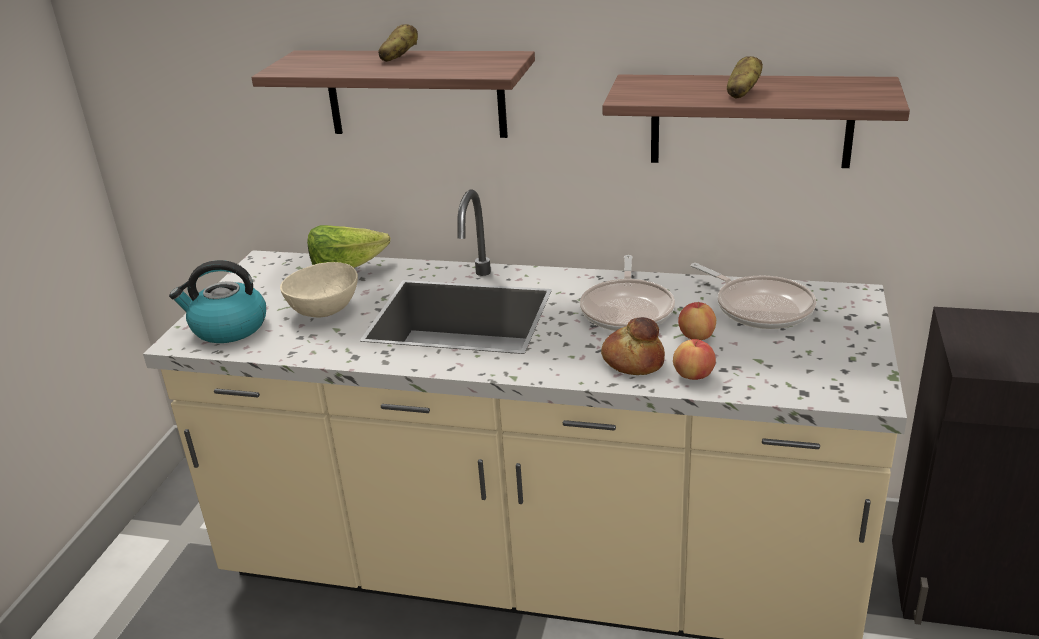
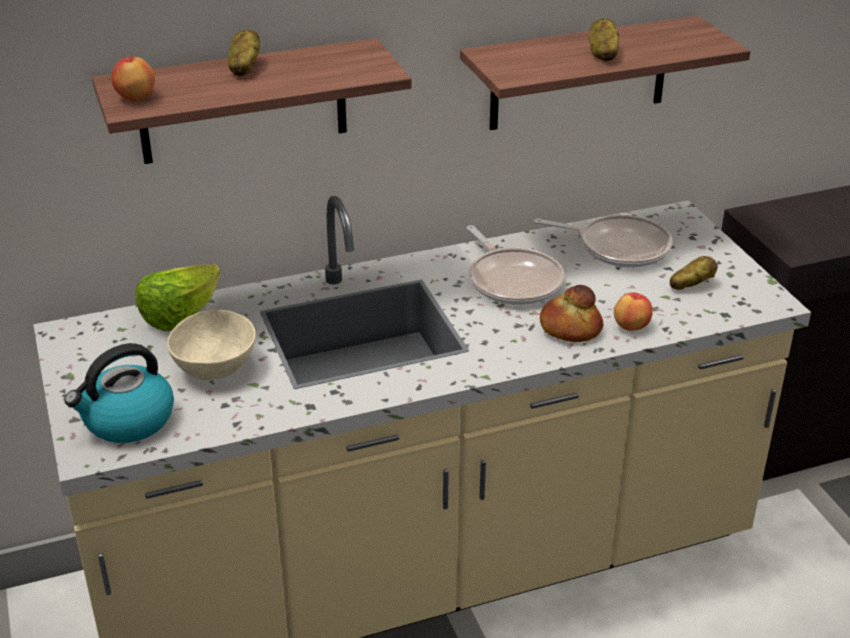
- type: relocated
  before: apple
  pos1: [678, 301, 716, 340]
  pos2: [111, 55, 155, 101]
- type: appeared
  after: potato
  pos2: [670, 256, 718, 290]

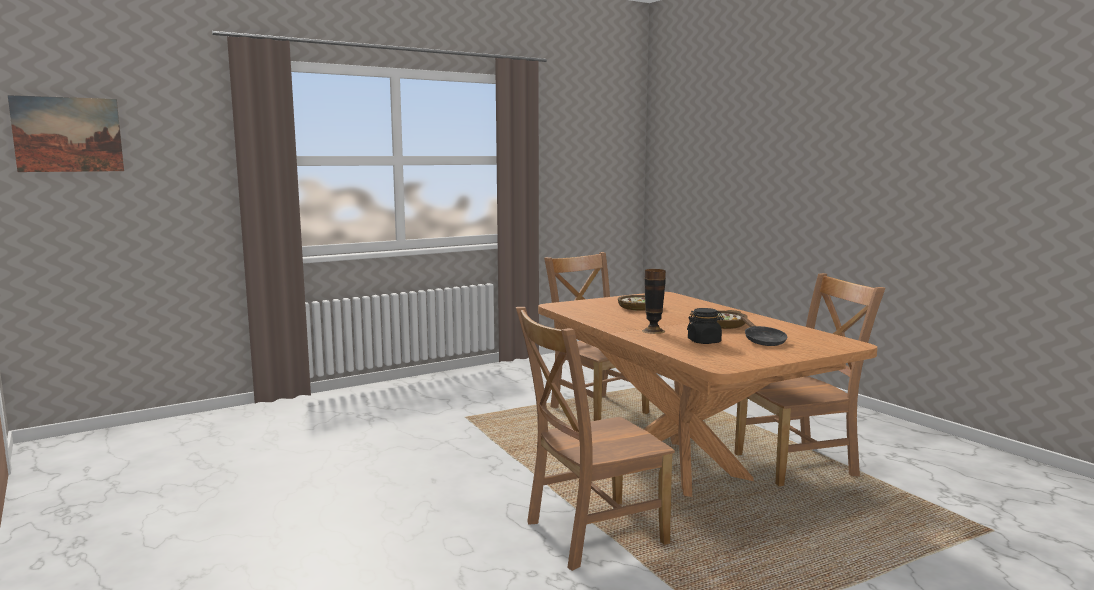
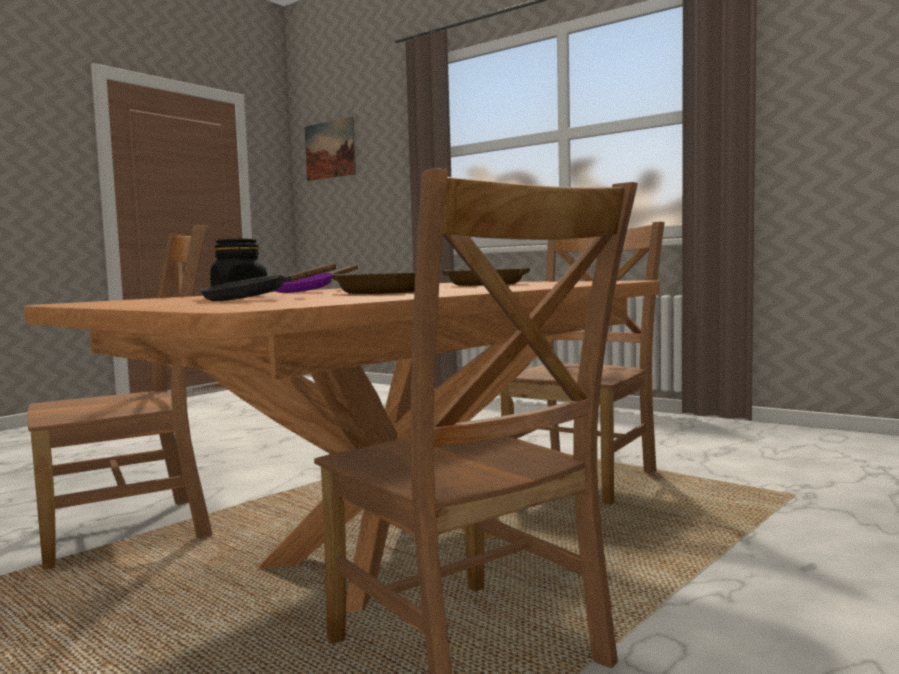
- type: spun
  before: brown chair
  pos1: [516, 307, 675, 571]
  pos2: [27, 225, 212, 570]
  turn: 105
- type: exchanged
  before: vase
  after: purple frying pan
  pos1: [642, 269, 666, 334]
  pos2: [275, 265, 358, 293]

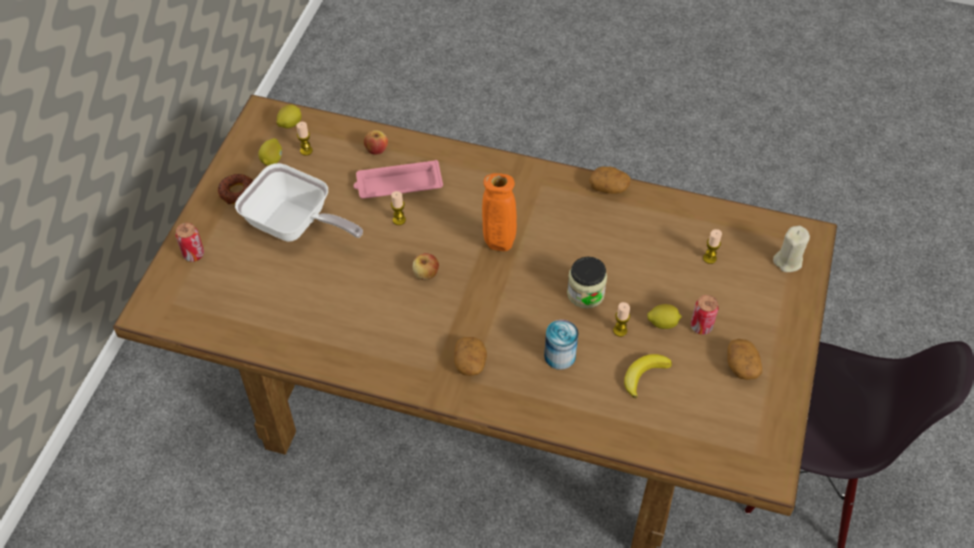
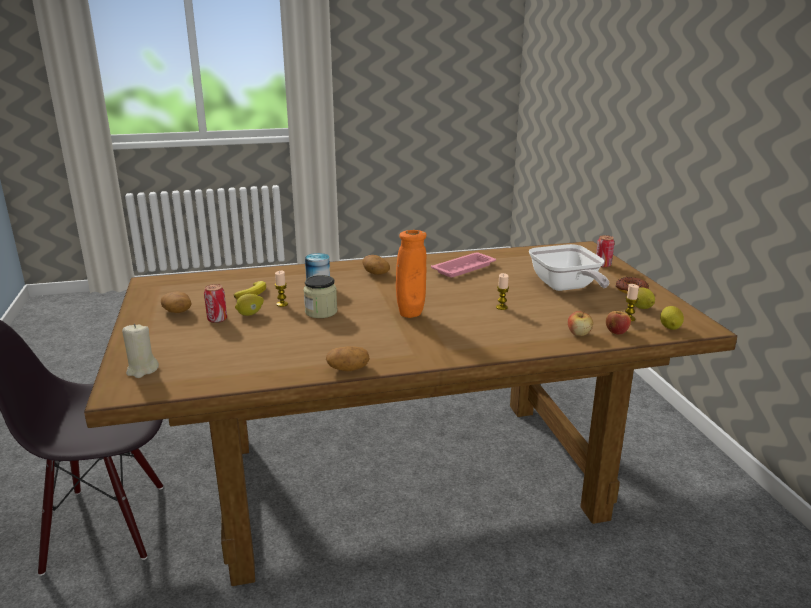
- type: relocated
  before: pink tray
  pos1: [354, 160, 443, 199]
  pos2: [431, 253, 496, 278]
- type: spun
  before: frying pan
  pos1: [235, 163, 363, 242]
  pos2: [529, 244, 609, 291]
  turn: -105
- type: relocated
  before: apple
  pos1: [412, 253, 439, 280]
  pos2: [606, 310, 631, 335]
- type: missing
  before: candle
  pos1: [703, 229, 722, 264]

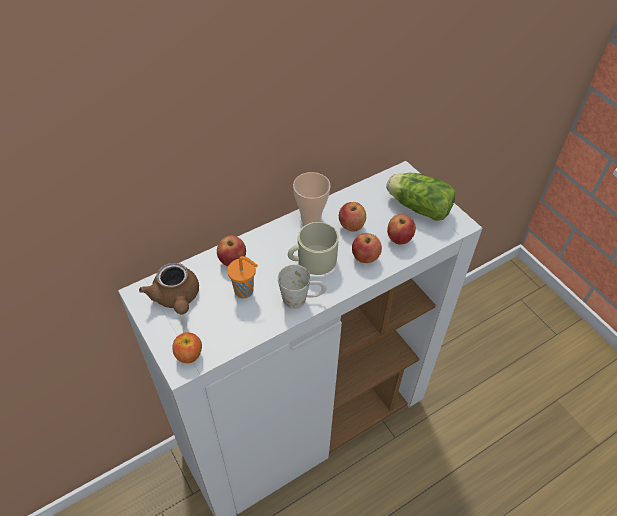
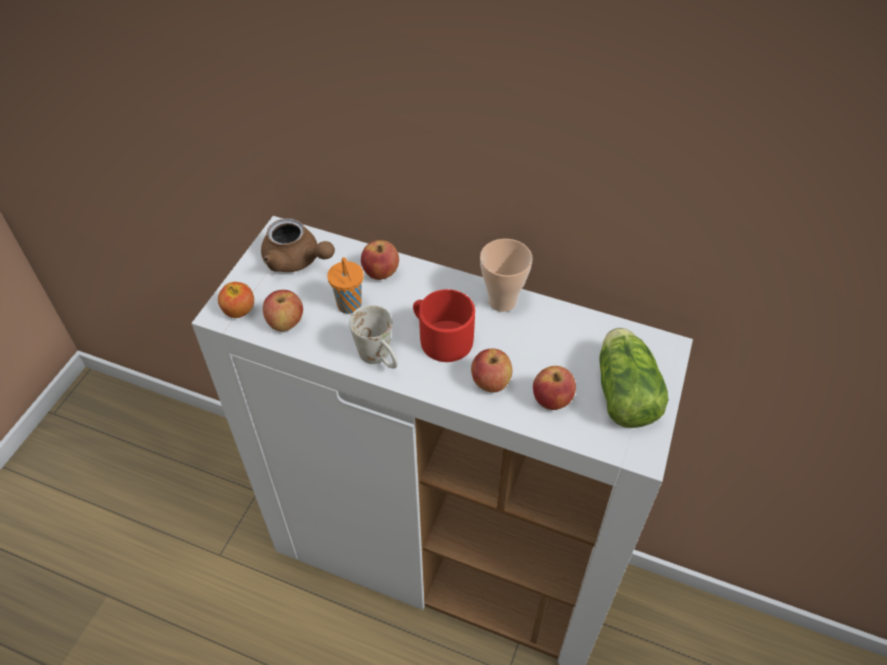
- type: spun
  before: brown teapot
  pos1: [139, 263, 199, 315]
  pos2: [261, 218, 335, 272]
  turn: -90
- type: relocated
  before: apple
  pos1: [339, 202, 366, 232]
  pos2: [263, 290, 303, 331]
- type: colour
  before: beige mug
  after: red mug
  pos1: [288, 222, 339, 275]
  pos2: [413, 289, 475, 362]

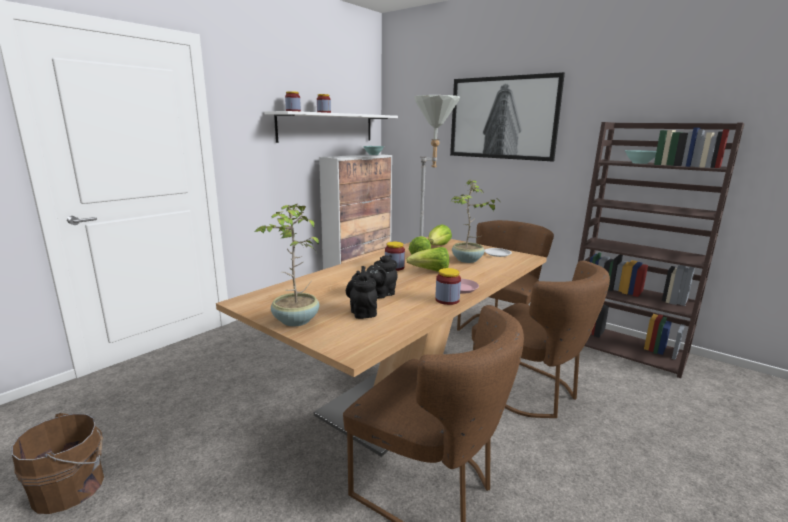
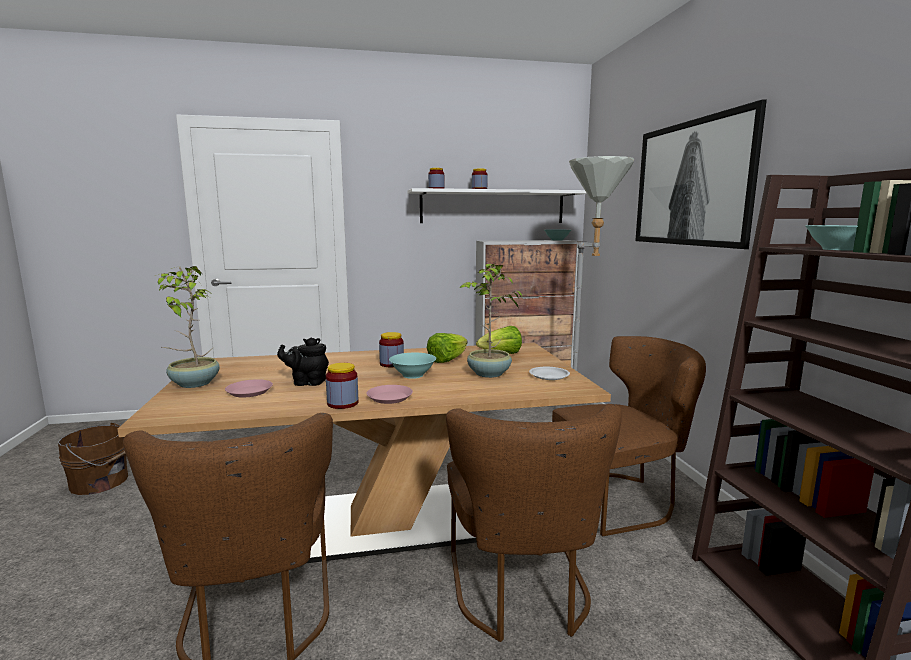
- type: exchanged
  before: black teapot
  after: pink plate
  pos1: [346, 271, 377, 319]
  pos2: [225, 379, 273, 398]
- type: exchanged
  before: lettuce
  after: turquoise bowl
  pos1: [406, 247, 449, 272]
  pos2: [389, 353, 436, 379]

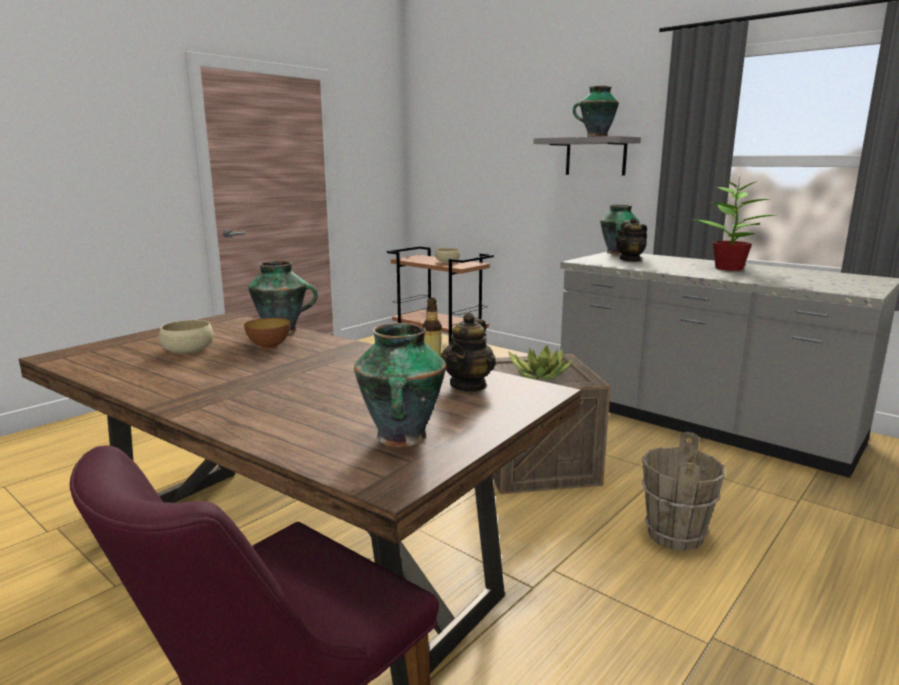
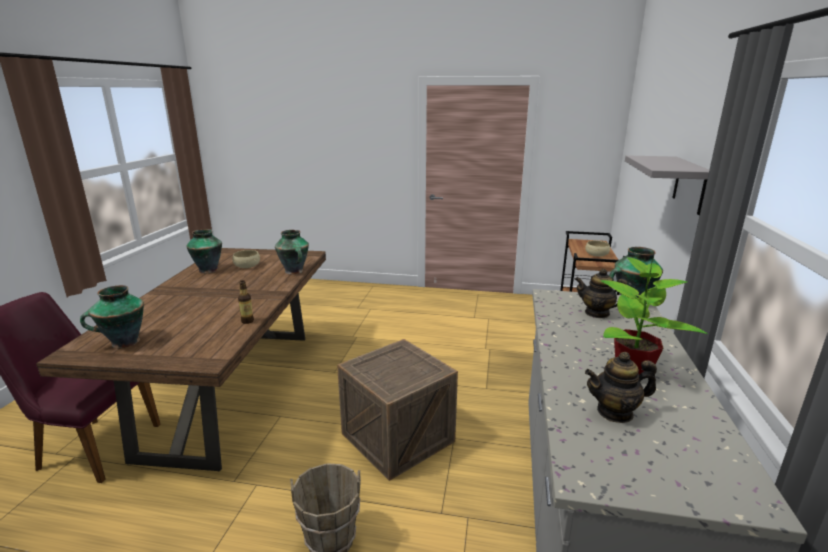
- type: relocated
  before: vase
  pos1: [573, 86, 619, 137]
  pos2: [186, 229, 222, 274]
- type: relocated
  before: teapot
  pos1: [441, 312, 496, 392]
  pos2: [585, 352, 657, 423]
- type: missing
  before: bowl
  pos1: [244, 318, 290, 350]
- type: missing
  before: potted plant
  pos1: [508, 345, 574, 380]

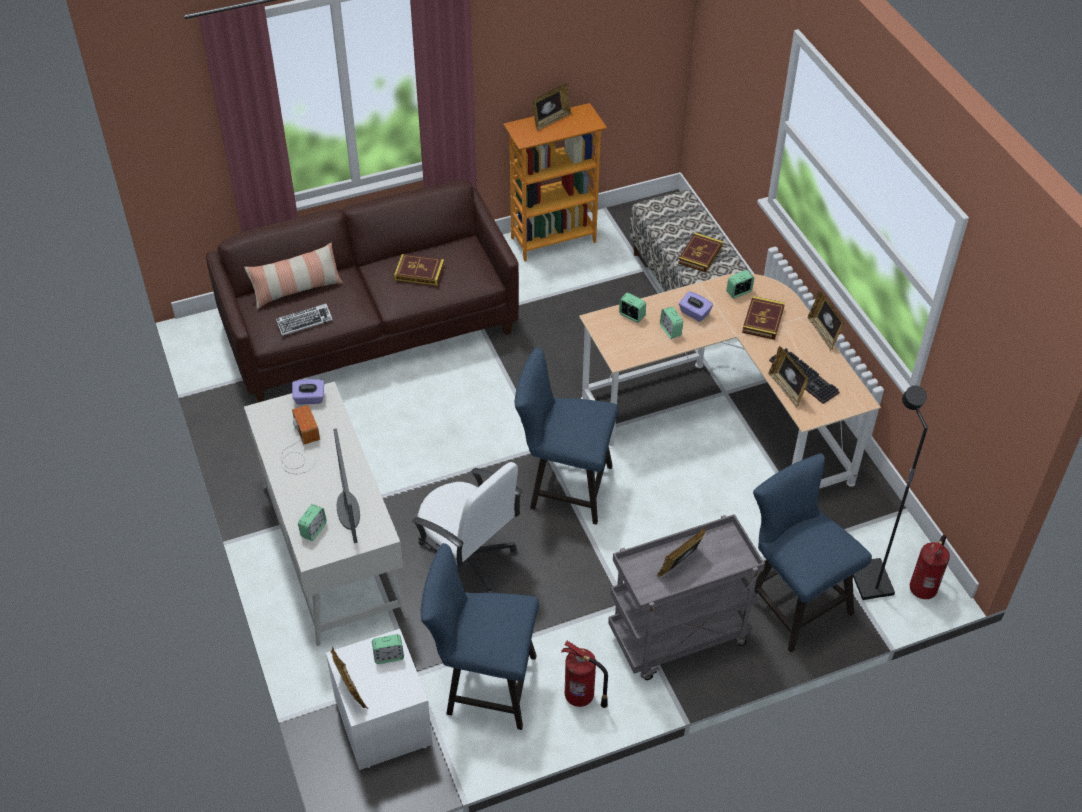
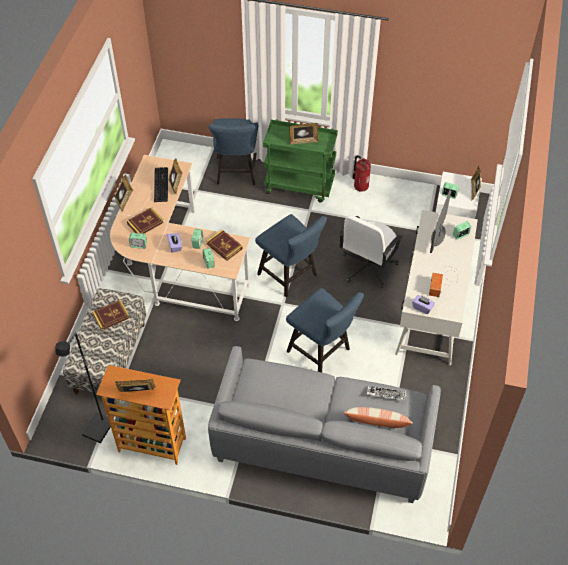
- type: relocated
  before: black floor lamp
  pos1: [853, 386, 928, 600]
  pos2: [55, 332, 114, 443]
- type: relocated
  before: book
  pos1: [394, 254, 445, 286]
  pos2: [206, 230, 243, 261]
- type: colour
  before: brown sofa
  after: grey sofa
  pos1: [206, 180, 519, 402]
  pos2: [208, 346, 441, 503]
- type: colour
  before: grey cart
  after: green cart
  pos1: [608, 514, 765, 680]
  pos2: [263, 119, 338, 203]
- type: relocated
  before: blue chair
  pos1: [421, 543, 539, 730]
  pos2: [286, 288, 364, 372]
- type: spun
  before: white office chair
  pos1: [412, 462, 523, 593]
  pos2: [339, 215, 403, 288]
  turn: -135
- type: missing
  before: fire extinguisher
  pos1: [910, 535, 950, 599]

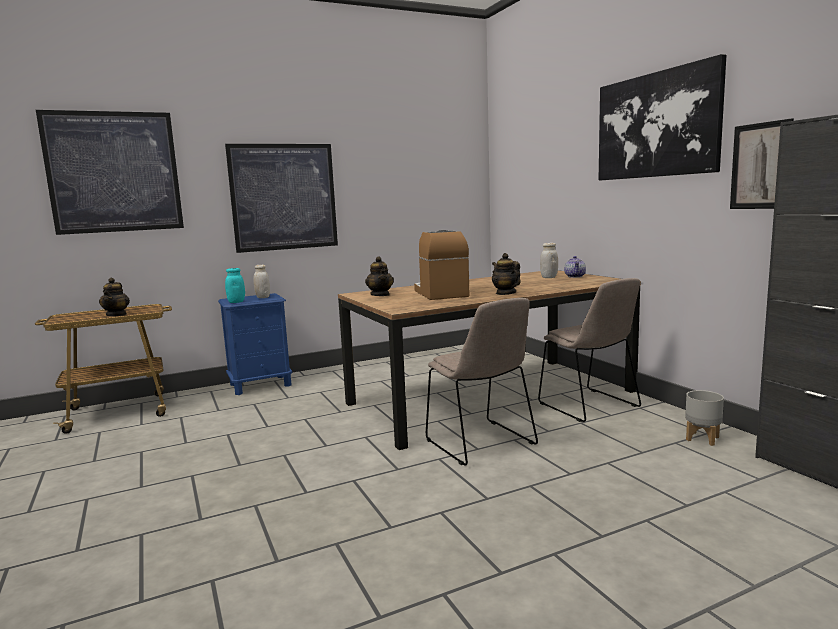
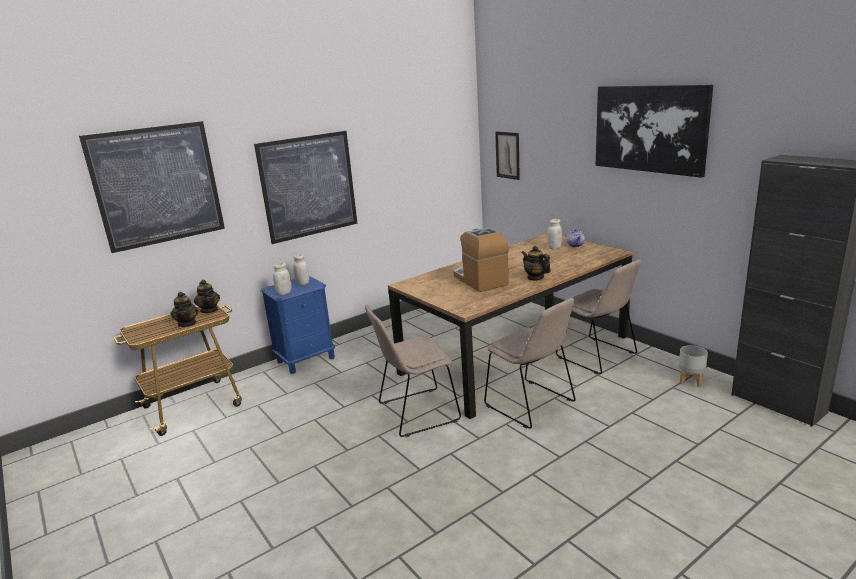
- type: relocated
  before: teapot
  pos1: [365, 256, 394, 296]
  pos2: [194, 280, 220, 313]
- type: colour
  before: turquoise jar
  after: white jar
  pos1: [225, 268, 245, 303]
  pos2: [273, 263, 291, 295]
- type: appeared
  after: beige chair
  pos2: [365, 304, 461, 437]
- type: relocated
  before: picture
  pos1: [730, 118, 794, 209]
  pos2: [495, 131, 520, 180]

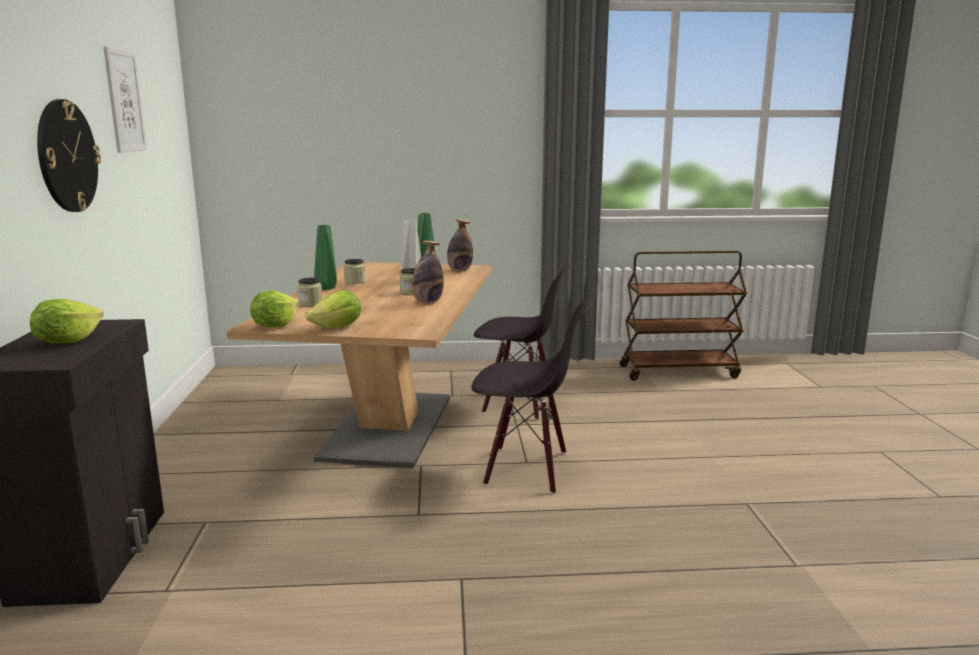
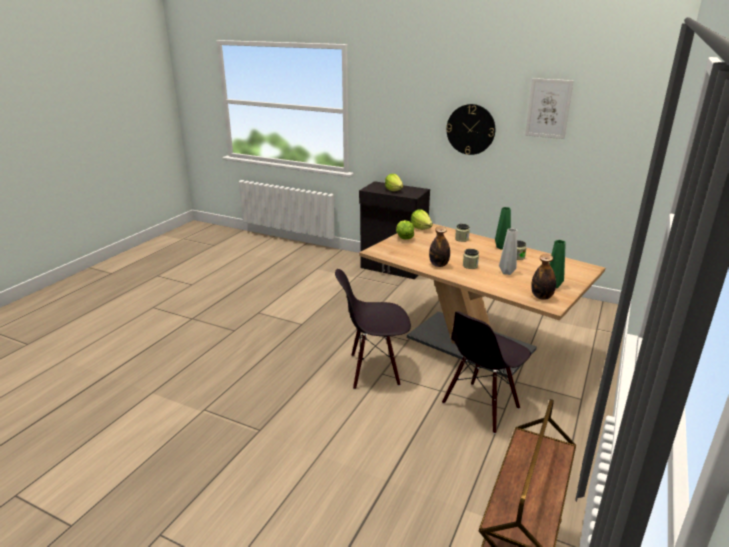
- type: spun
  before: black chair
  pos1: [471, 300, 592, 494]
  pos2: [335, 269, 411, 390]
  turn: 45

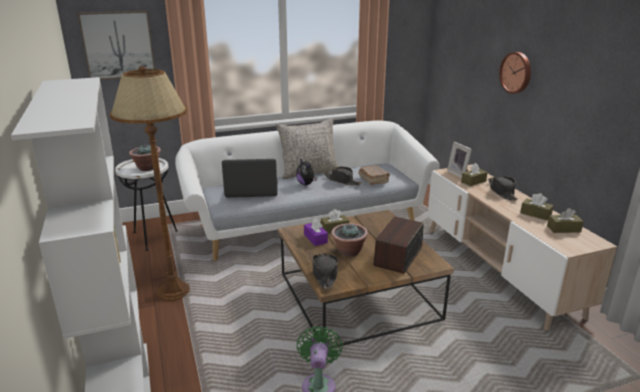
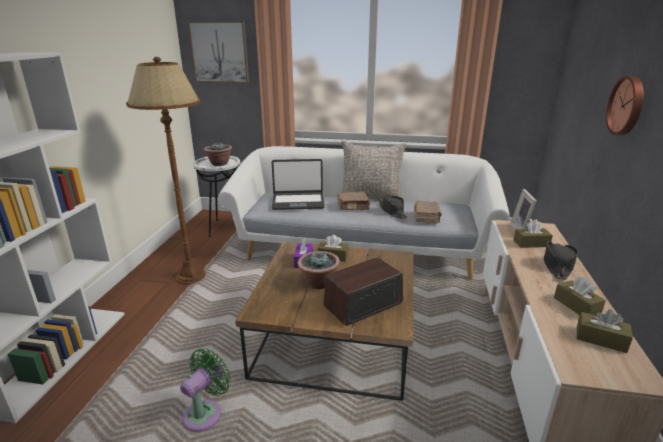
- type: spun
  before: laptop
  pos1: [222, 159, 278, 198]
  pos2: [272, 159, 325, 210]
  turn: 150
- type: exchanged
  before: plush toy
  after: brown book
  pos1: [296, 159, 317, 185]
  pos2: [337, 191, 370, 210]
- type: missing
  before: black hat
  pos1: [312, 253, 338, 290]

